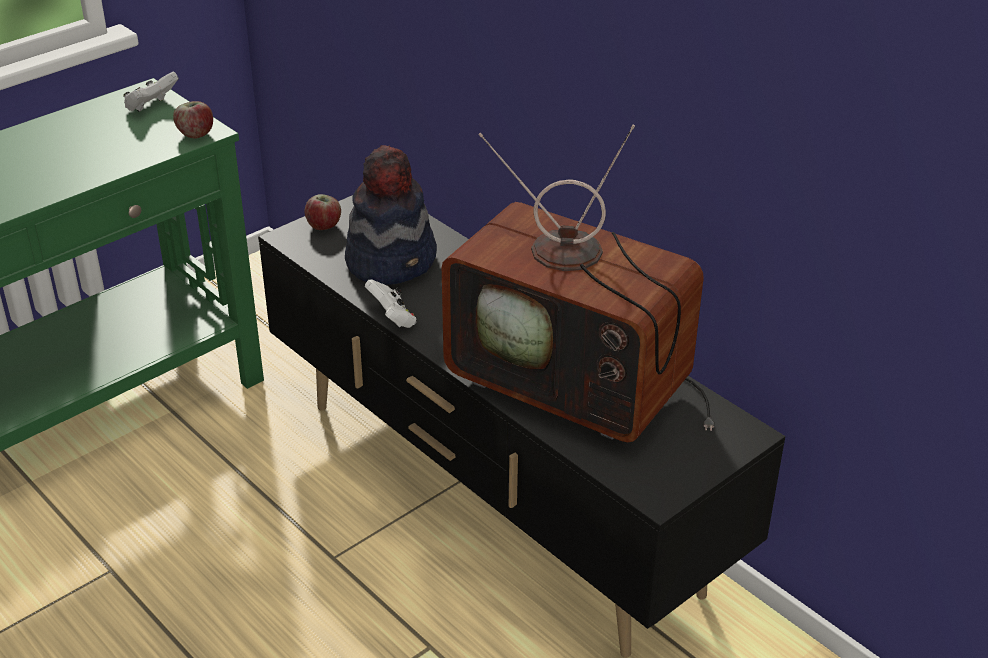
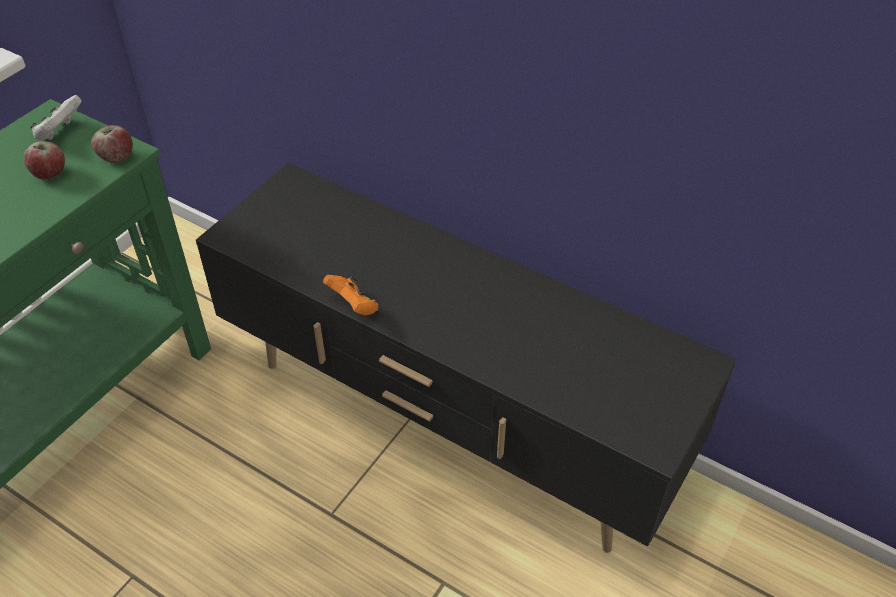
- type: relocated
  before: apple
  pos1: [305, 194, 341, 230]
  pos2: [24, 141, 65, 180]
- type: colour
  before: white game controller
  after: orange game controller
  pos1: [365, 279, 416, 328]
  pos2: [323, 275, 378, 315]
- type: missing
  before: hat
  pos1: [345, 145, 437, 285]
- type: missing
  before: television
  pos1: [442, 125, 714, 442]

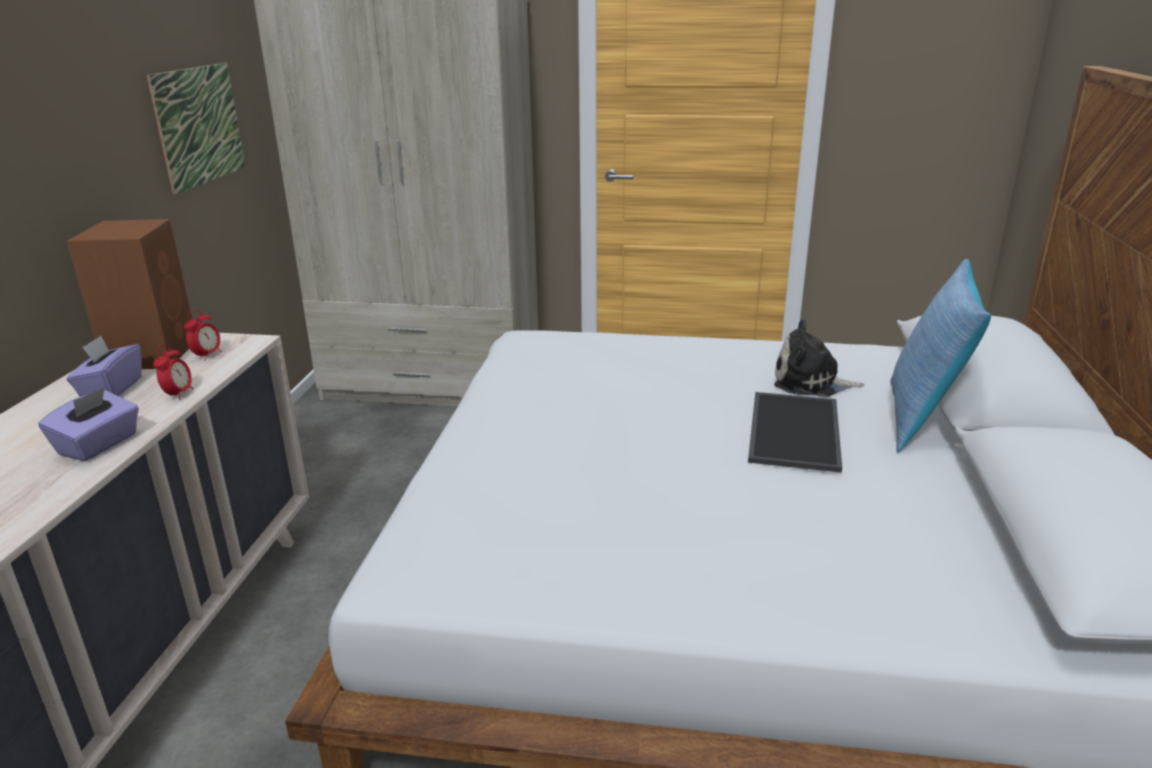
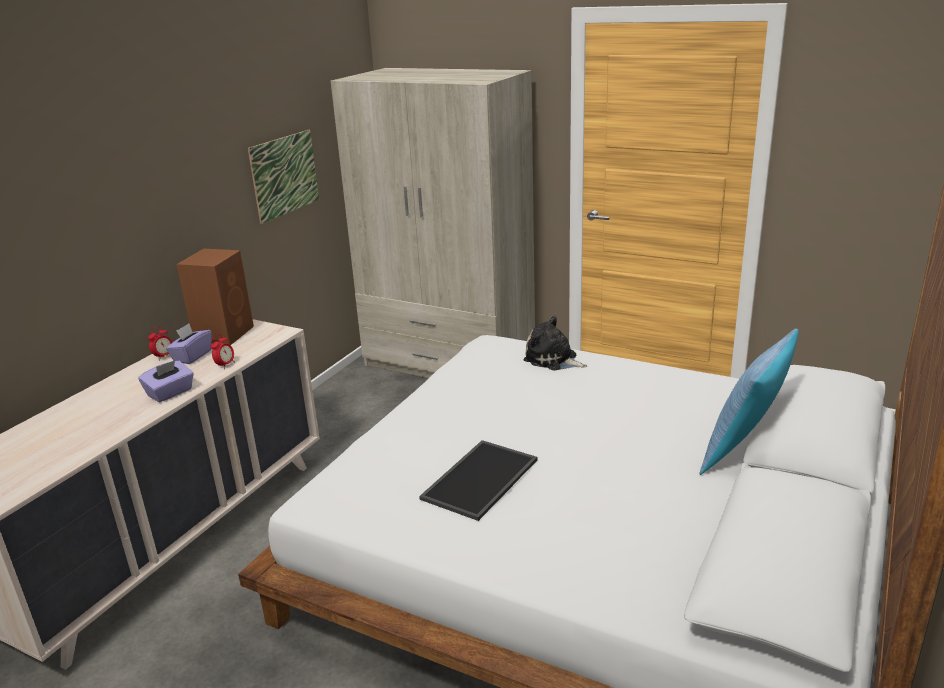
- type: relocated
  before: alarm clock
  pos1: [184, 309, 222, 360]
  pos2: [148, 326, 172, 358]
- type: relocated
  before: tray
  pos1: [748, 392, 842, 473]
  pos2: [419, 440, 537, 521]
- type: relocated
  before: plush toy
  pos1: [774, 319, 865, 397]
  pos2: [523, 316, 588, 370]

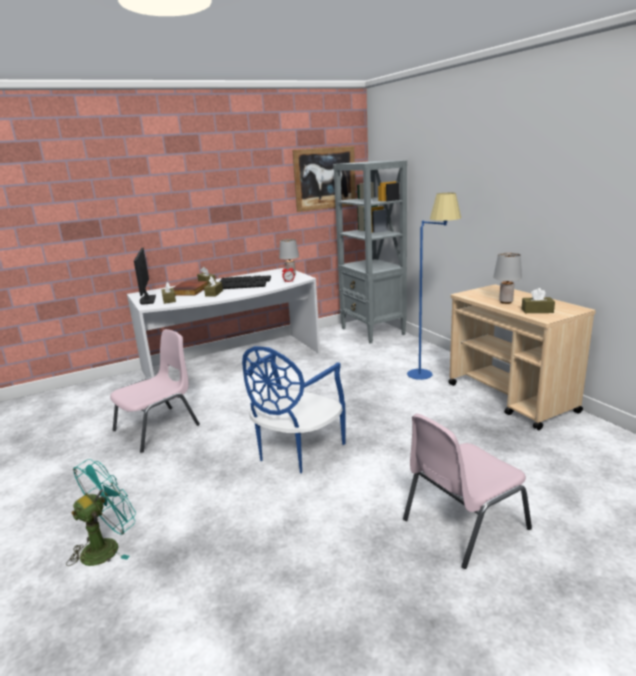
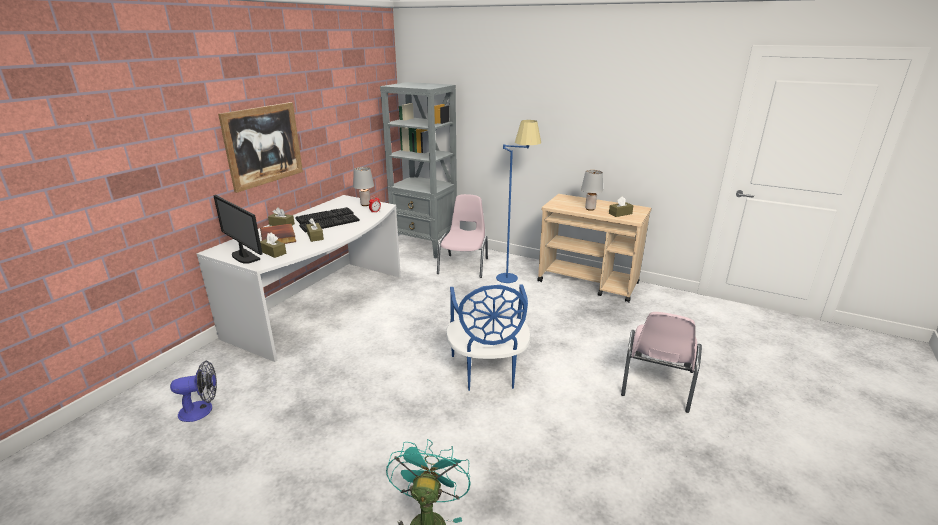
- type: appeared
  after: fan
  pos2: [170, 360, 217, 422]
- type: relocated
  before: picture
  pos1: [292, 146, 356, 212]
  pos2: [218, 102, 303, 193]
- type: relocated
  before: pink chair
  pos1: [110, 329, 200, 453]
  pos2: [437, 194, 488, 278]

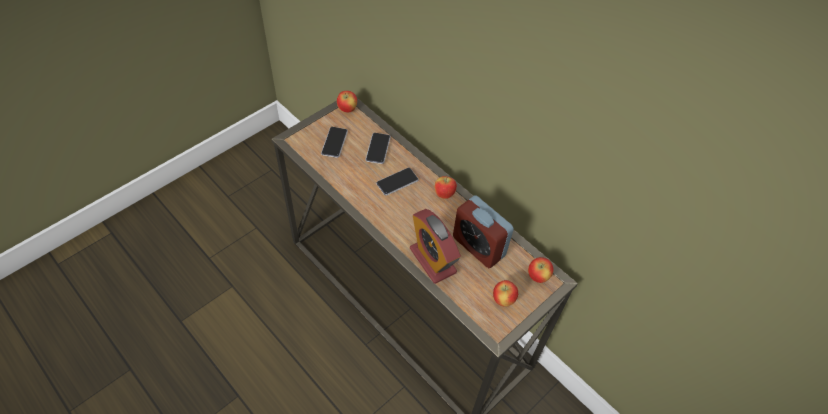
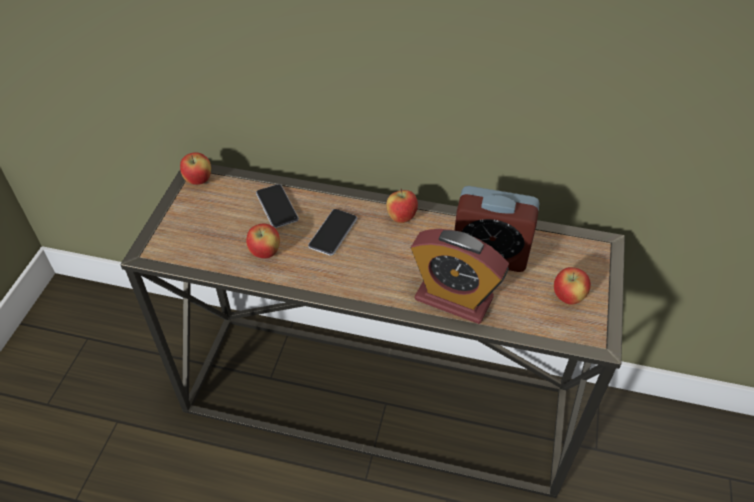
- type: relocated
  before: apple
  pos1: [528, 257, 554, 283]
  pos2: [246, 223, 280, 258]
- type: missing
  before: phone
  pos1: [321, 127, 348, 158]

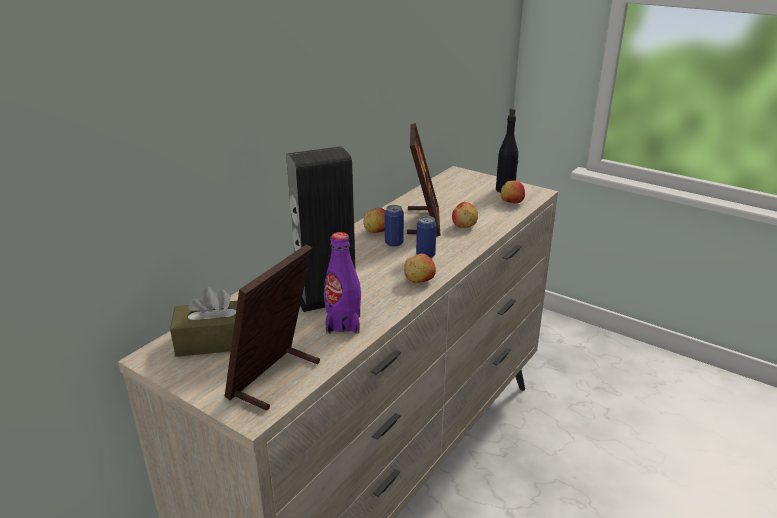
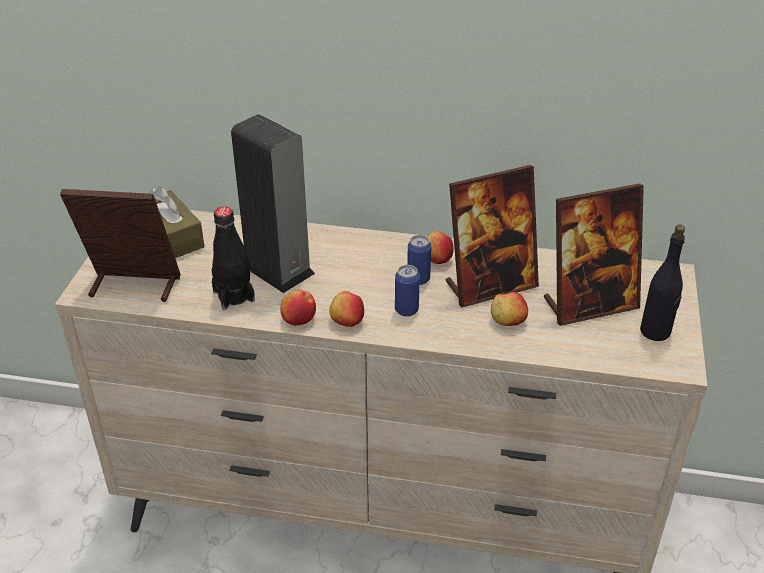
- type: colour
  before: purple bottle
  after: black bottle
  pos1: [324, 232, 361, 334]
  pos2: [211, 207, 255, 310]
- type: relocated
  before: apple
  pos1: [501, 181, 525, 203]
  pos2: [280, 290, 316, 325]
- type: appeared
  after: picture frame
  pos2: [544, 183, 644, 326]

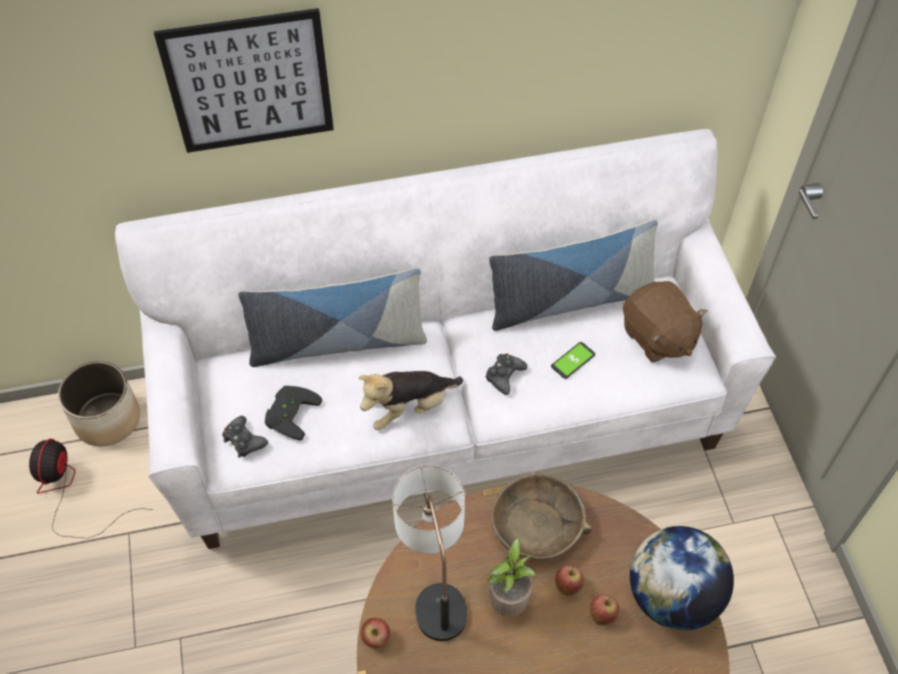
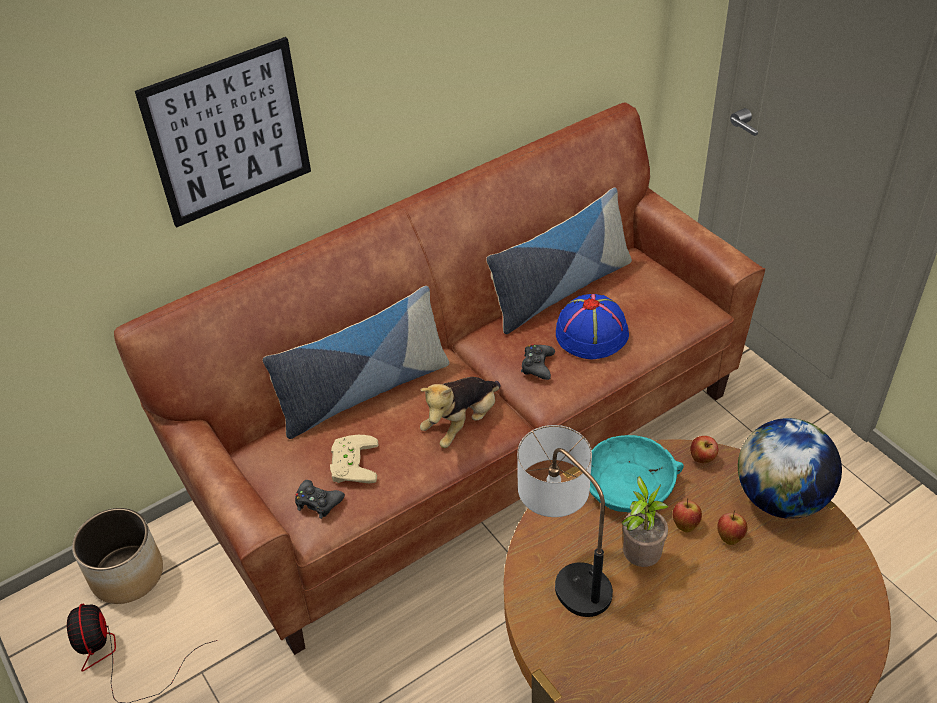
- type: colour
  before: white sofa
  after: brown sofa
  pos1: [115, 129, 776, 549]
  pos2: [114, 102, 765, 655]
- type: colour
  before: black game controller
  after: beige game controller
  pos1: [265, 386, 322, 441]
  pos2: [330, 435, 379, 484]
- type: exchanged
  before: phone
  after: blue hat
  pos1: [551, 342, 595, 379]
  pos2: [556, 294, 629, 359]
- type: colour
  before: brown bowl
  after: turquoise bowl
  pos1: [491, 474, 592, 560]
  pos2: [590, 435, 684, 513]
- type: relocated
  before: apple
  pos1: [361, 618, 390, 648]
  pos2: [690, 436, 718, 463]
- type: missing
  before: brown plush toy
  pos1: [623, 281, 707, 363]

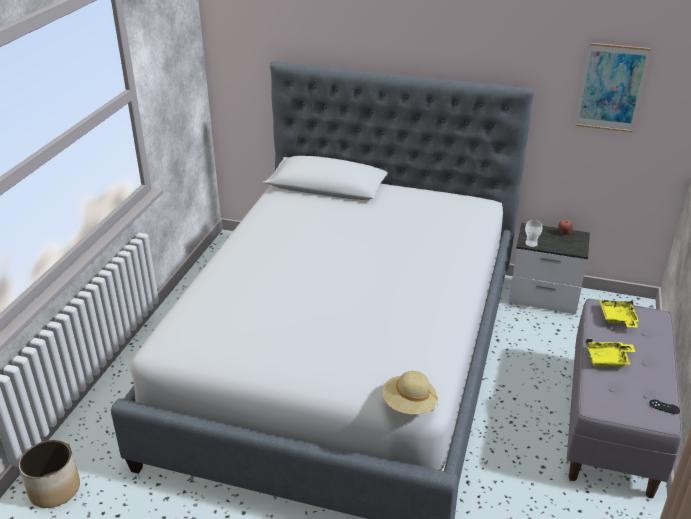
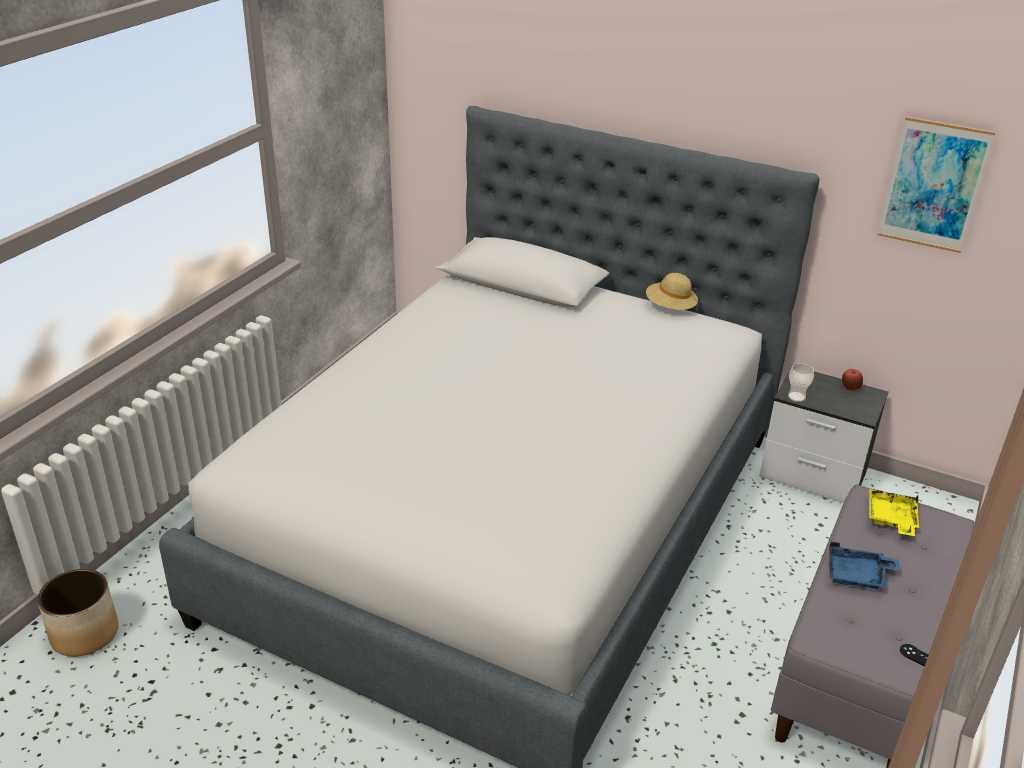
- type: relocated
  before: beige hat
  pos1: [383, 371, 438, 414]
  pos2: [646, 273, 698, 312]
- type: colour
  before: yellow tray
  after: blue tray
  pos1: [586, 339, 635, 367]
  pos2: [829, 541, 900, 589]

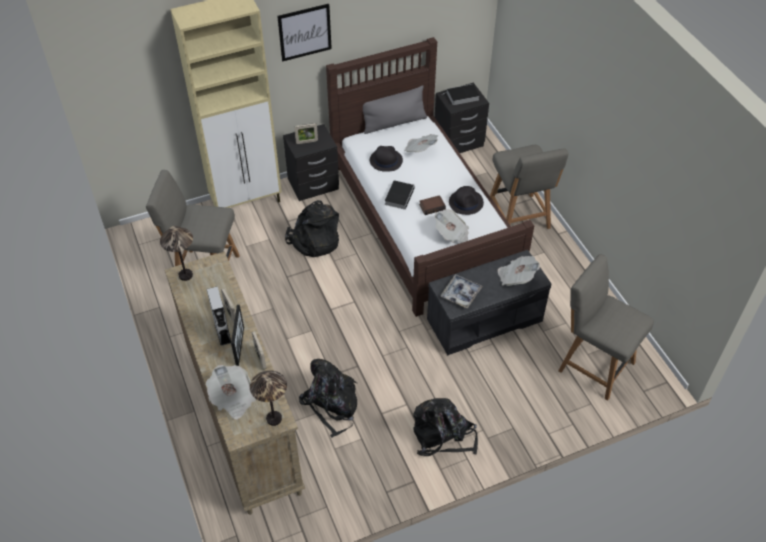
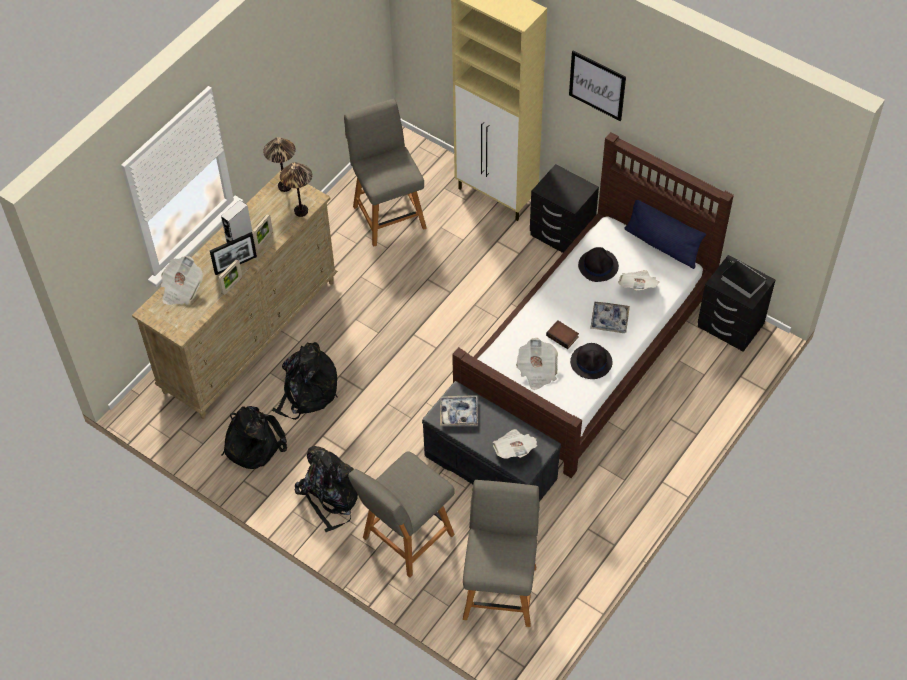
- type: relocated
  before: black backpack
  pos1: [285, 200, 339, 257]
  pos2: [222, 406, 287, 469]
- type: relocated
  before: table lamp
  pos1: [250, 370, 287, 426]
  pos2: [280, 162, 312, 217]
- type: relocated
  before: grey chair
  pos1: [490, 145, 568, 229]
  pos2: [348, 451, 455, 578]
- type: appeared
  after: tray
  pos2: [590, 302, 630, 333]
- type: colour
  before: grey pillow
  after: blue pillow
  pos1: [363, 85, 427, 134]
  pos2: [625, 200, 706, 269]
- type: missing
  before: picture frame
  pos1: [294, 123, 318, 144]
- type: missing
  before: book
  pos1: [385, 180, 415, 210]

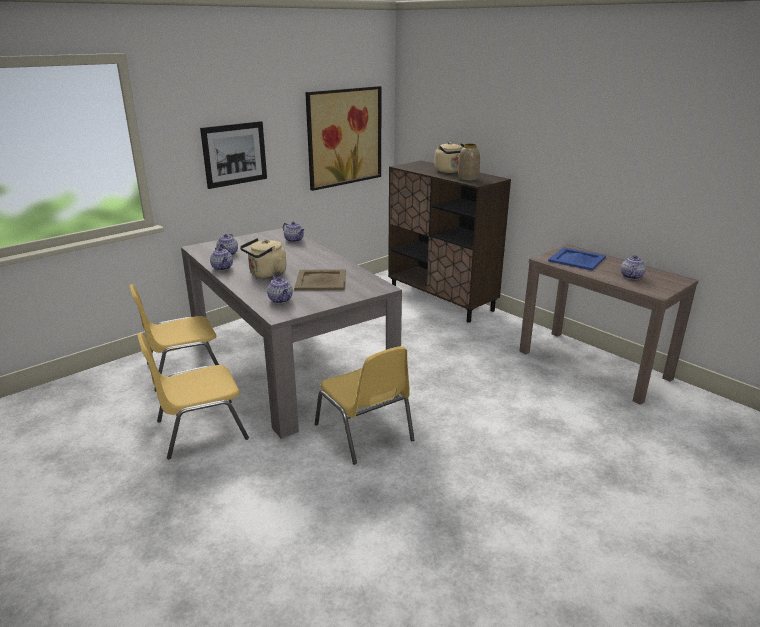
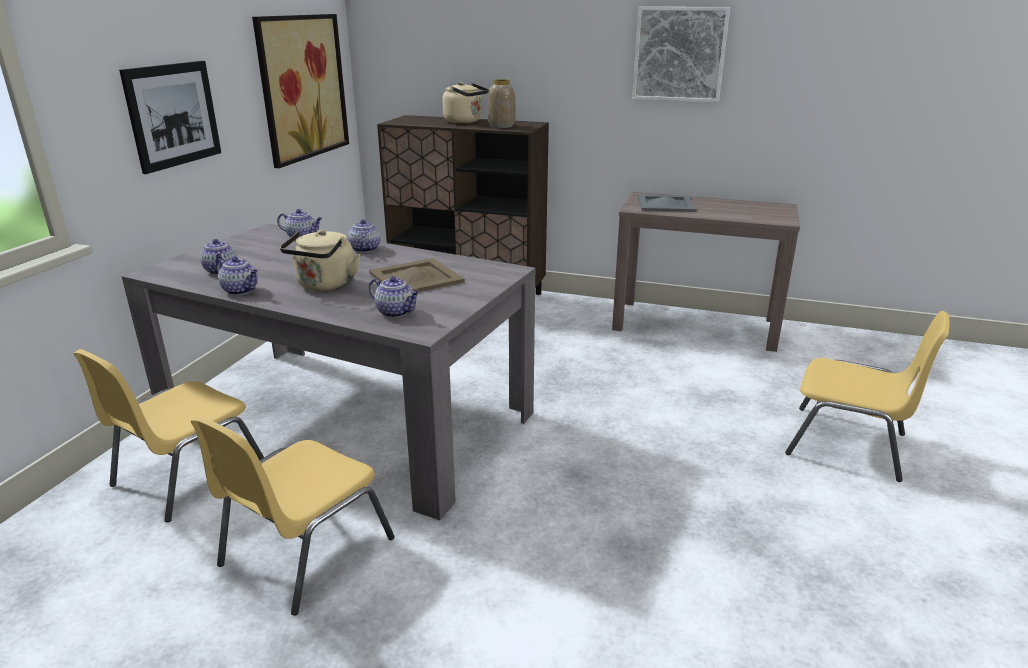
- type: relocated
  before: teapot
  pos1: [621, 255, 646, 280]
  pos2: [348, 219, 380, 253]
- type: appeared
  after: picture
  pos2: [632, 7, 730, 103]
- type: colour
  before: blue tray
  after: grey tray
  pos1: [548, 247, 606, 270]
  pos2: [638, 195, 697, 212]
- type: relocated
  before: yellow chair
  pos1: [315, 346, 415, 464]
  pos2: [785, 311, 950, 482]

